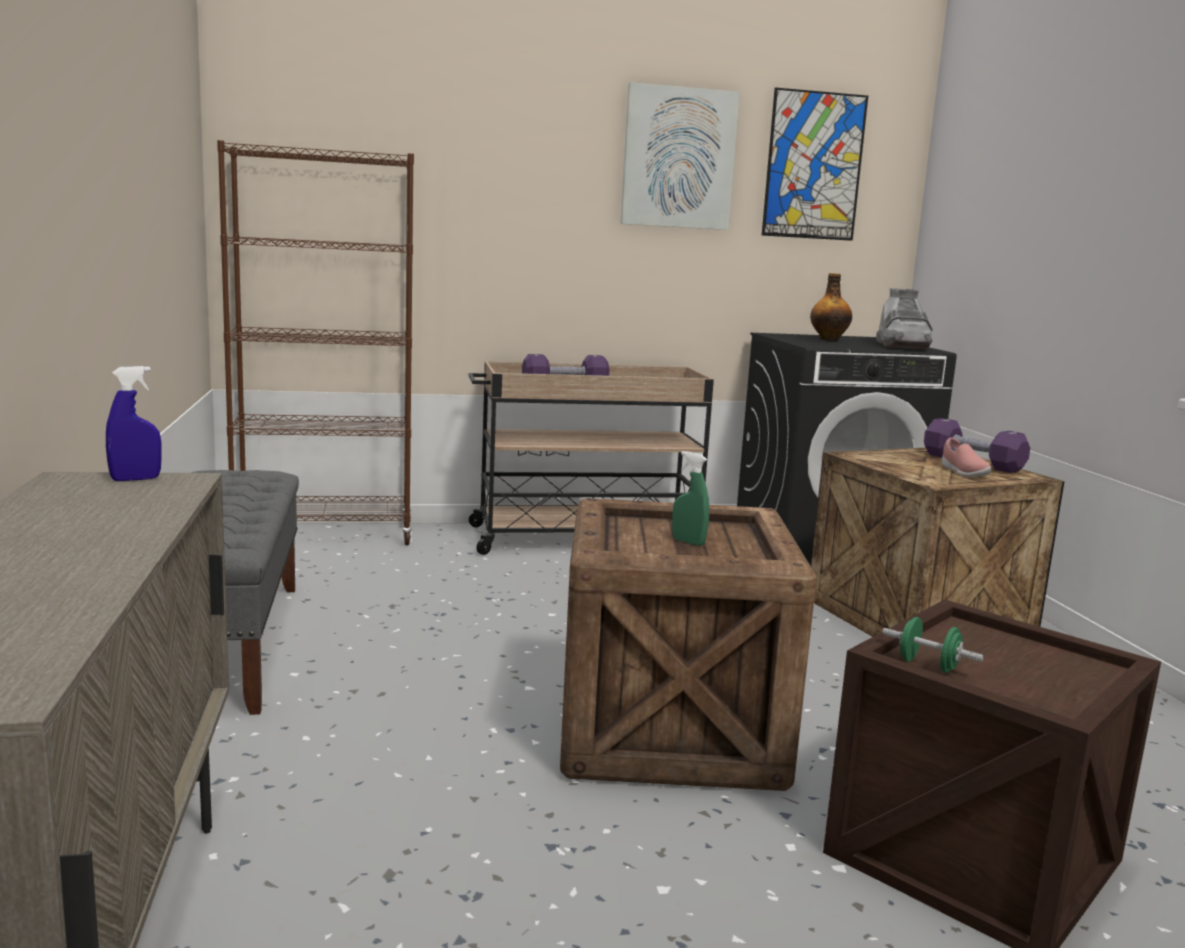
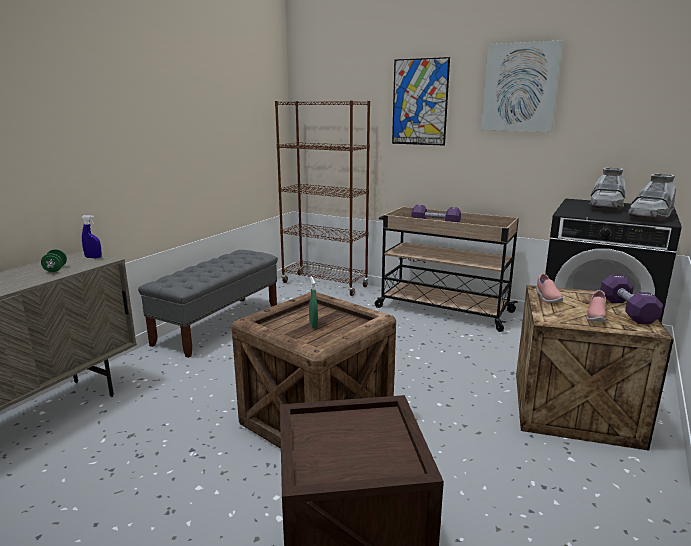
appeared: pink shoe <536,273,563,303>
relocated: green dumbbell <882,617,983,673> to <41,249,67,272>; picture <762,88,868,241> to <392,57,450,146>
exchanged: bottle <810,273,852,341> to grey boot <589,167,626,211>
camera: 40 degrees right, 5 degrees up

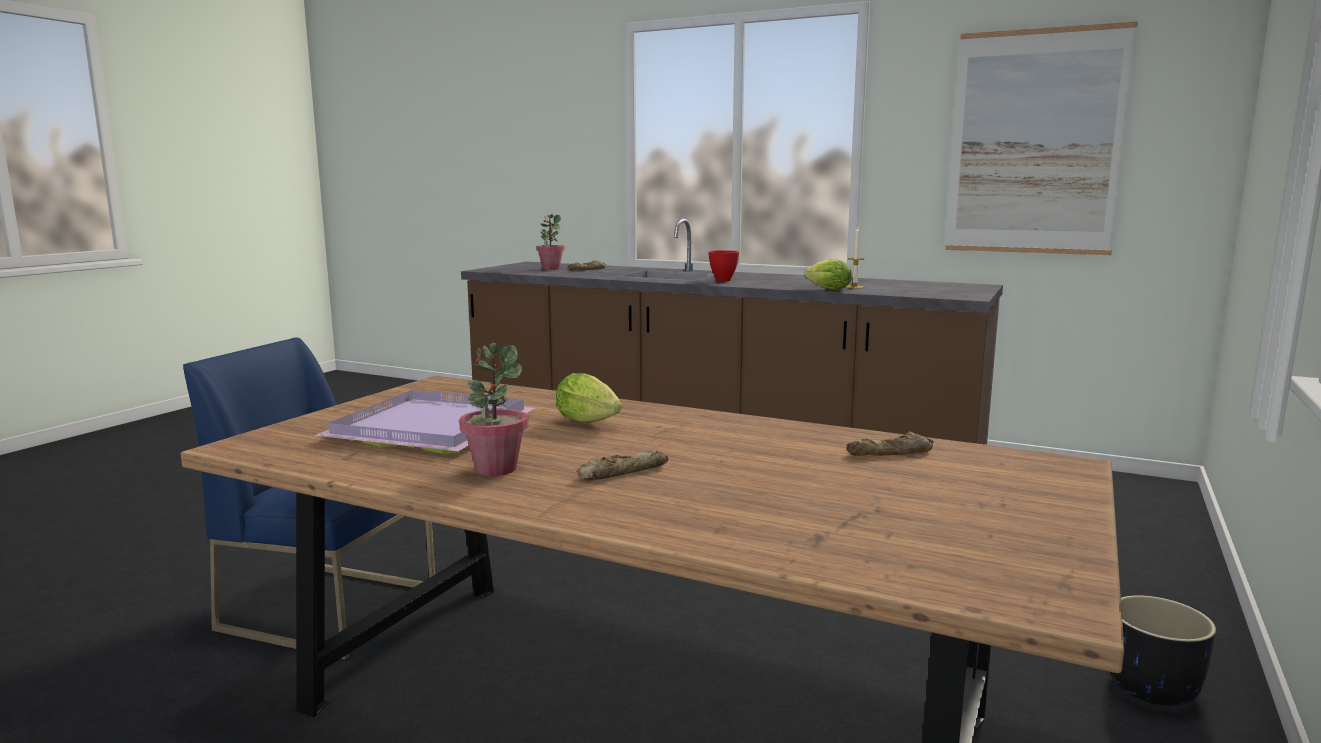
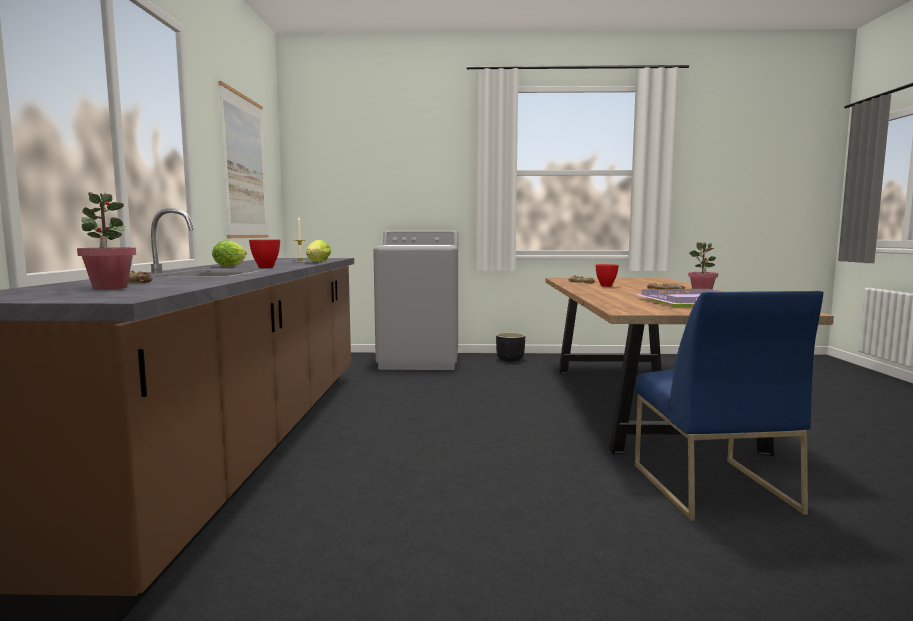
appeared: grey washing machine <373,230,458,370>; red bowl <595,264,619,287>
relocated: lettuce <556,373,622,423> to <212,240,247,267>
camera: 115 degrees left, 5 degrees down

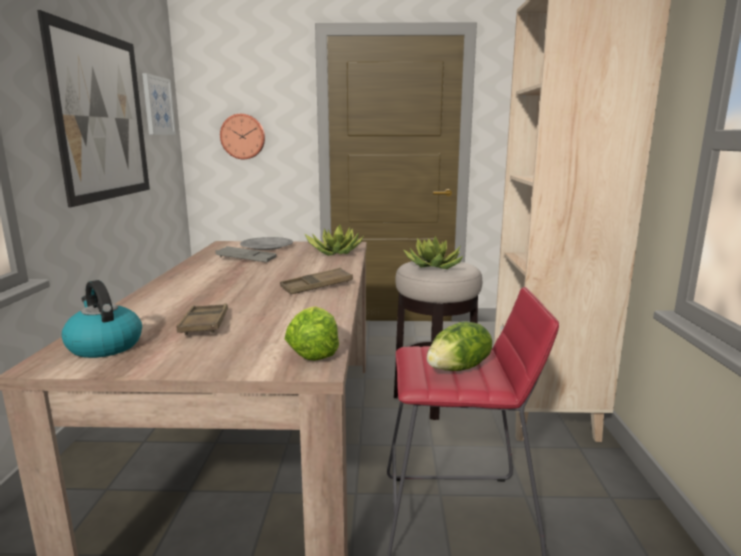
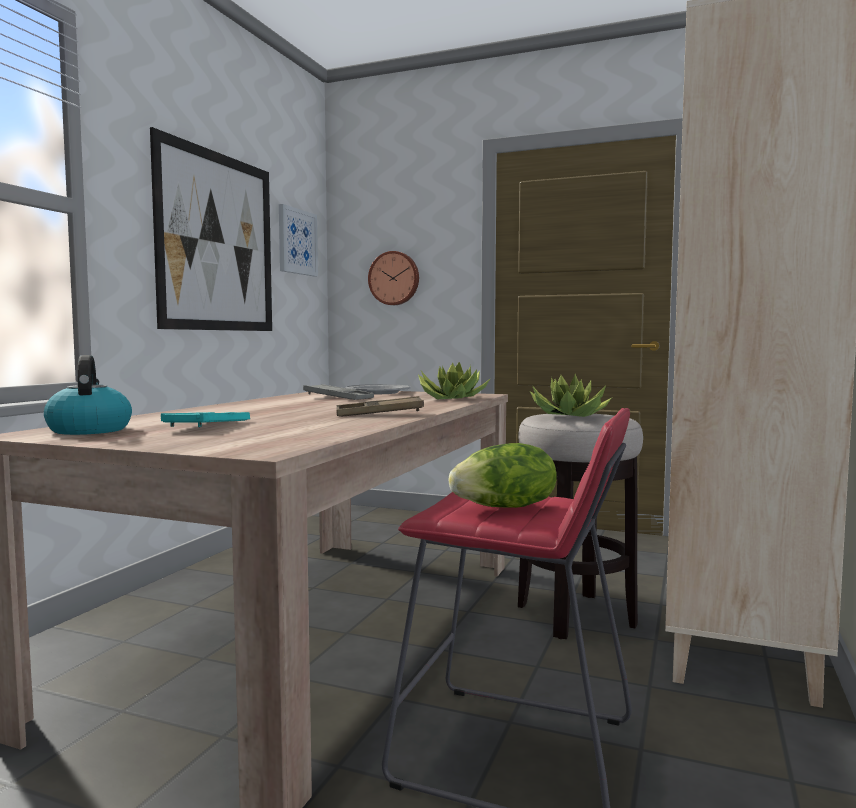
missing: lettuce <285,306,339,361>
colour: brown tray <176,303,228,335> to turquoise tray <161,412,250,427>
camera: 20 degrees right, 10 degrees down

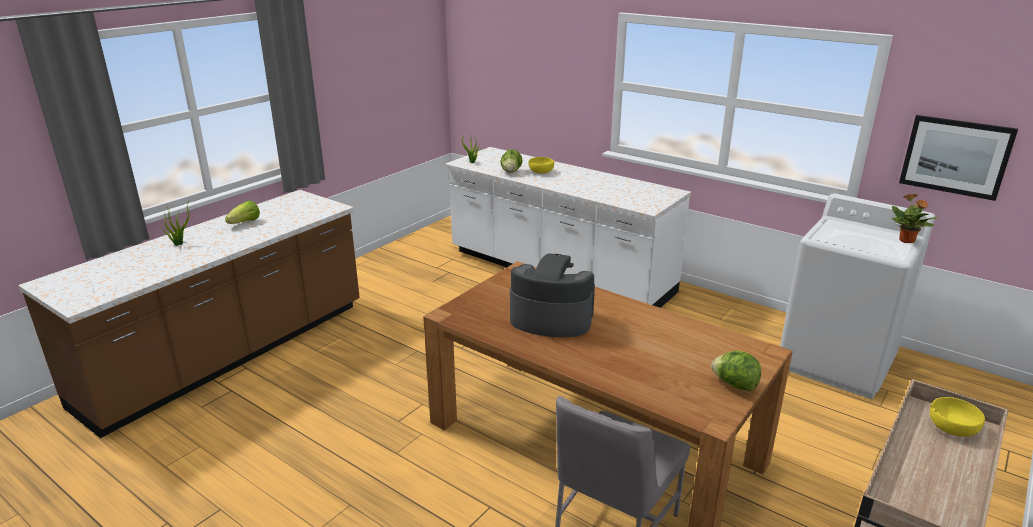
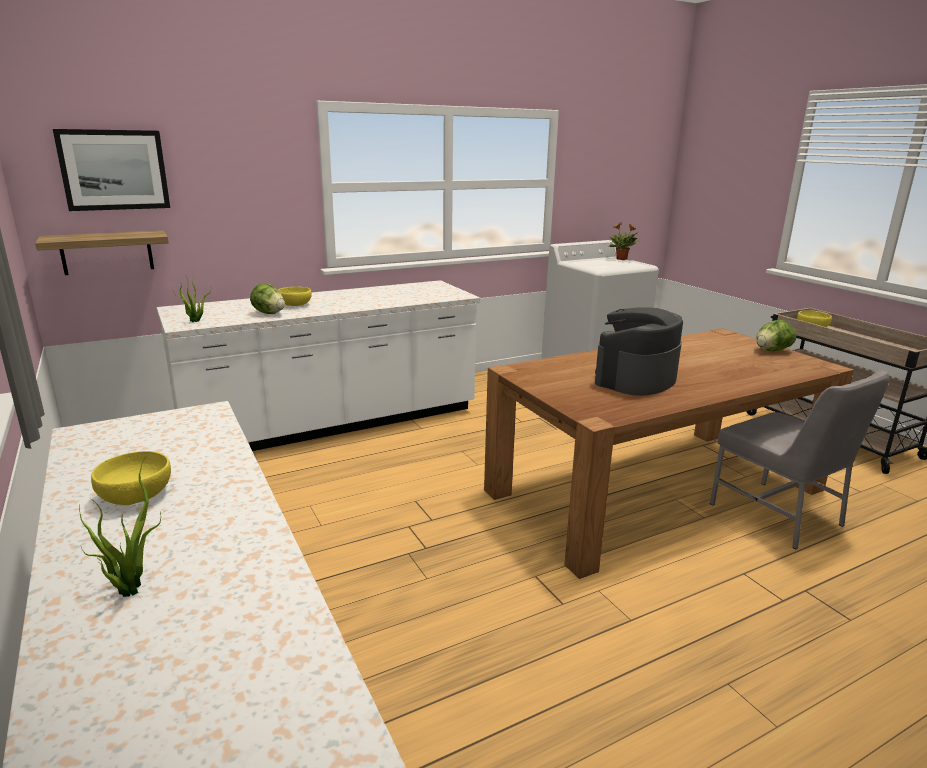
appeared: shelf <35,230,169,275>
relocated: picture <899,115,1018,201> to <53,129,170,211>
exchanged: lettuce <225,201,260,224> to yellow bowl <91,451,171,505>
camera: 65 degrees left, 5 degrees down

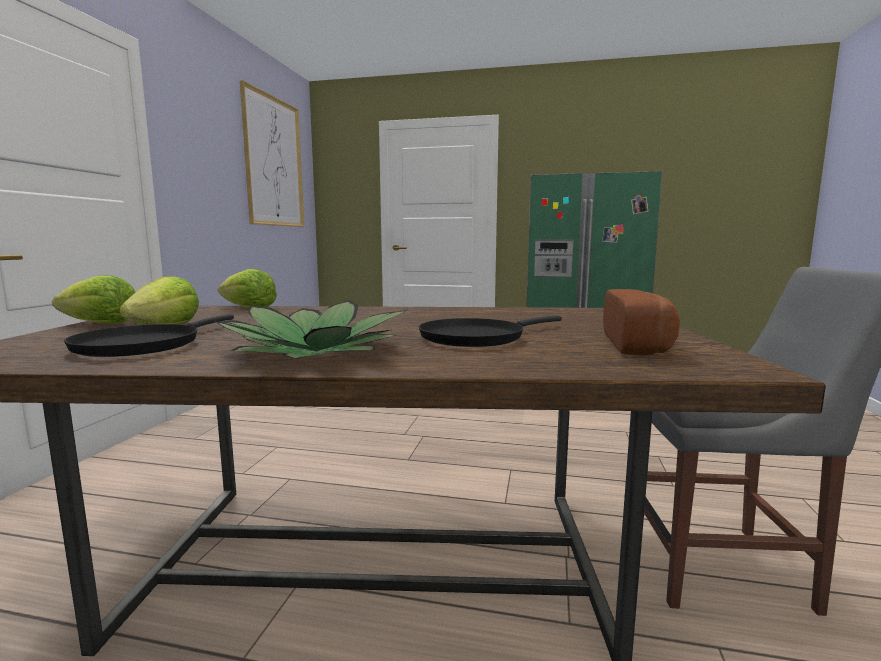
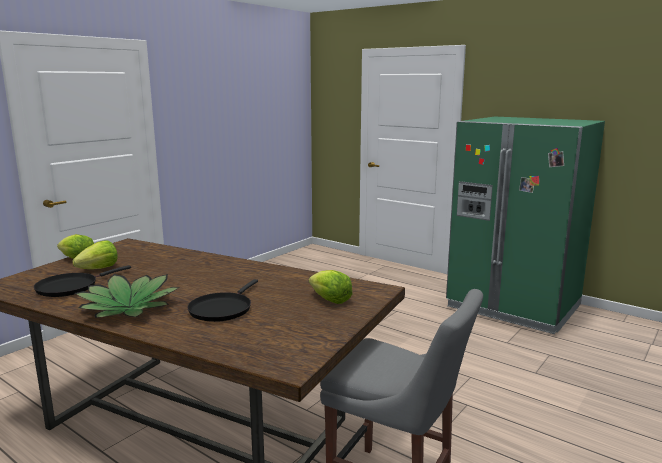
missing: picture <240,80,304,227>; bread <603,289,680,355>
relocated: lettuce <218,269,277,308> to <309,270,352,304>
spun: black frying pan <419,316,562,347> = <187,279,258,322> 60 degrees counterclockwise
camera: 25 degrees right, 5 degrees up

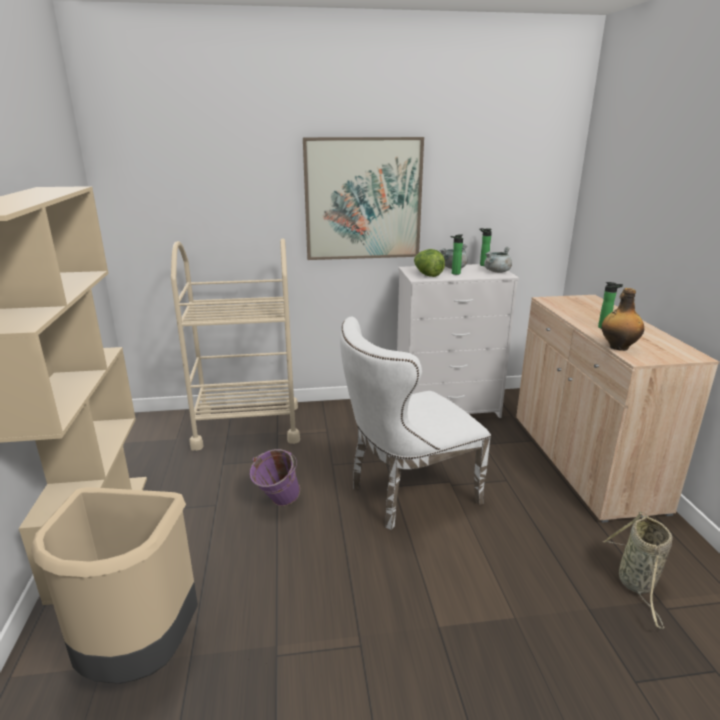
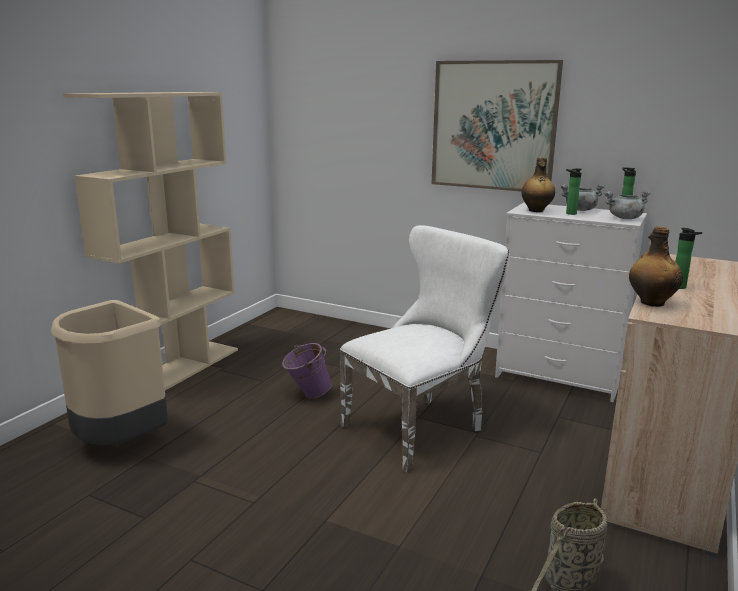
missing: beige cart <171,238,300,451>
exchanged: lettuce <414,249,445,277> to bottle <521,157,555,212>
spun: white chair <340,317,491,530> = <339,225,510,473> 135 degrees clockwise
camera: 35 degrees right, 5 degrees down

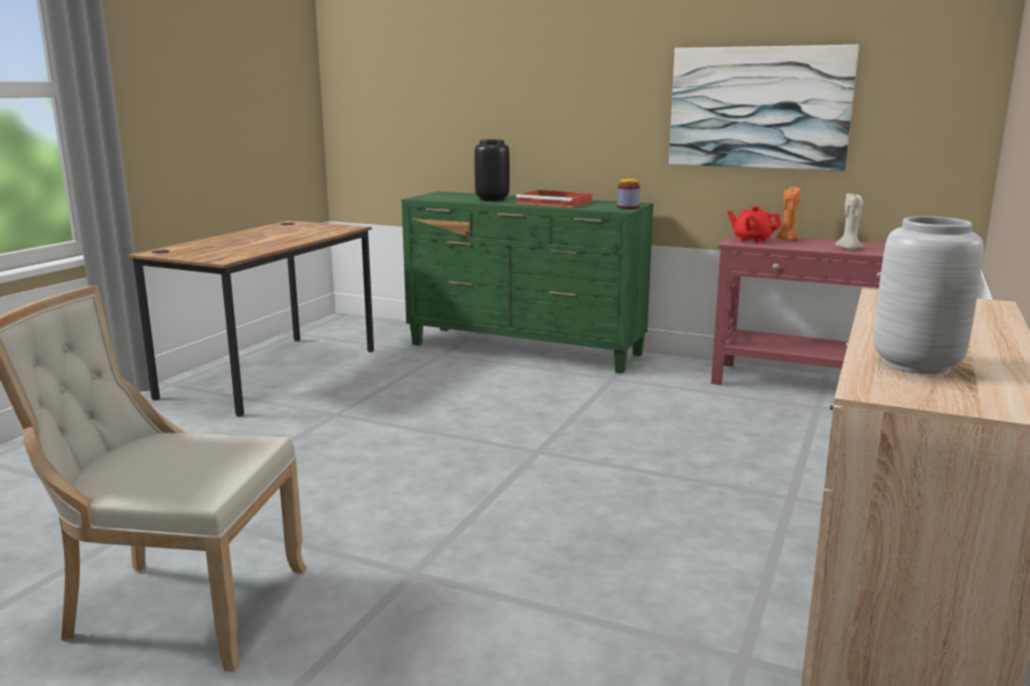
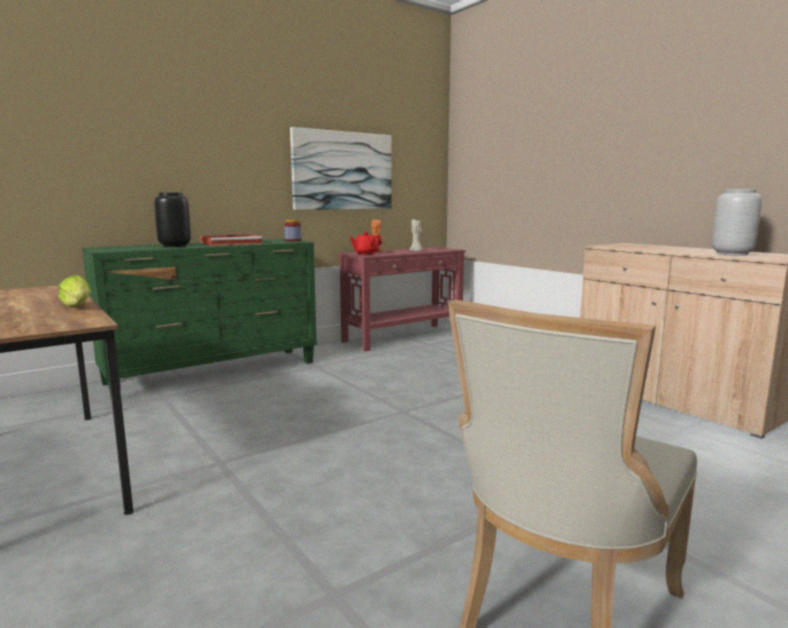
appeared: lettuce <58,275,91,307>
camera: 60 degrees left, 5 degrees down

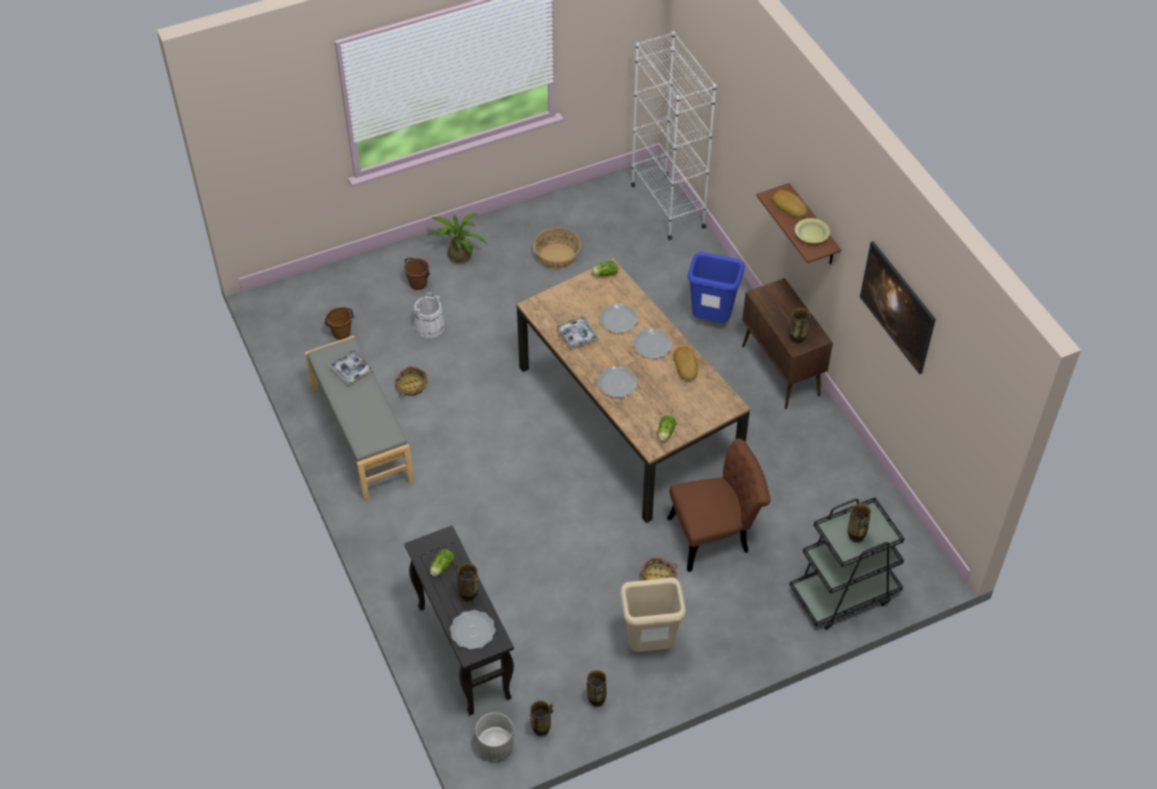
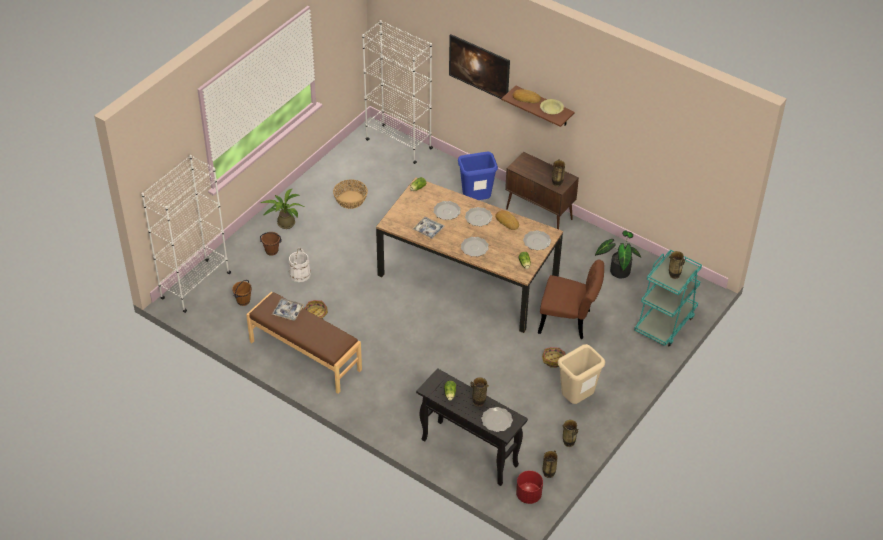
appeared: white bookcase <141,155,231,313>; plate <523,230,551,250>; potted plant <595,230,641,278>
relocated: picture <860,241,936,374> to <449,34,510,99>
colour: grey bench <305,336,414,500> to brown bench <246,292,362,394>; grey planter <476,713,514,760> to red planter <516,471,543,504>; black cart <790,497,904,629> to turquoise cart <634,250,702,347>
spun: brown chair <667,438,770,572> = <538,260,604,339> 60 degrees clockwise
camera: 30 degrees left, 5 degrees down

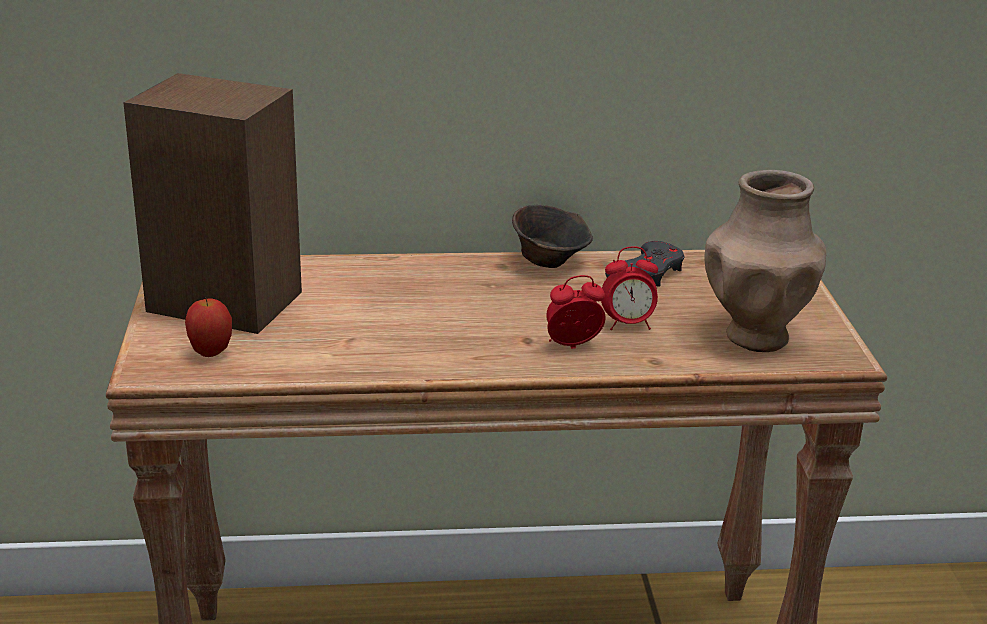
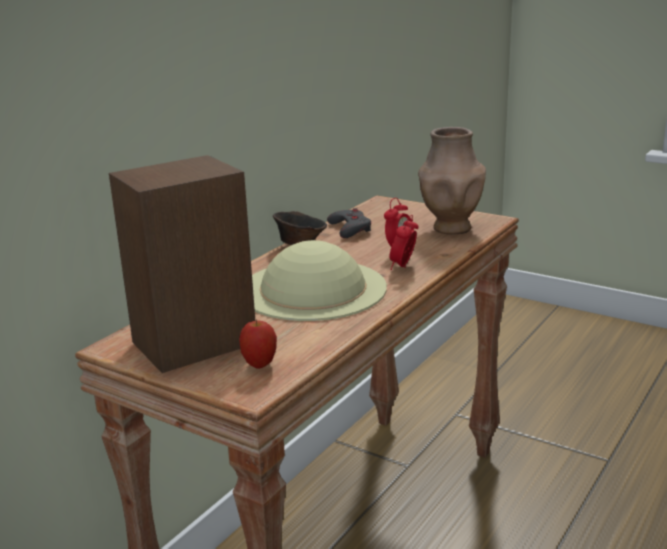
appeared: beige hat <252,240,387,321>
camera: 50 degrees left, 5 degrees down

